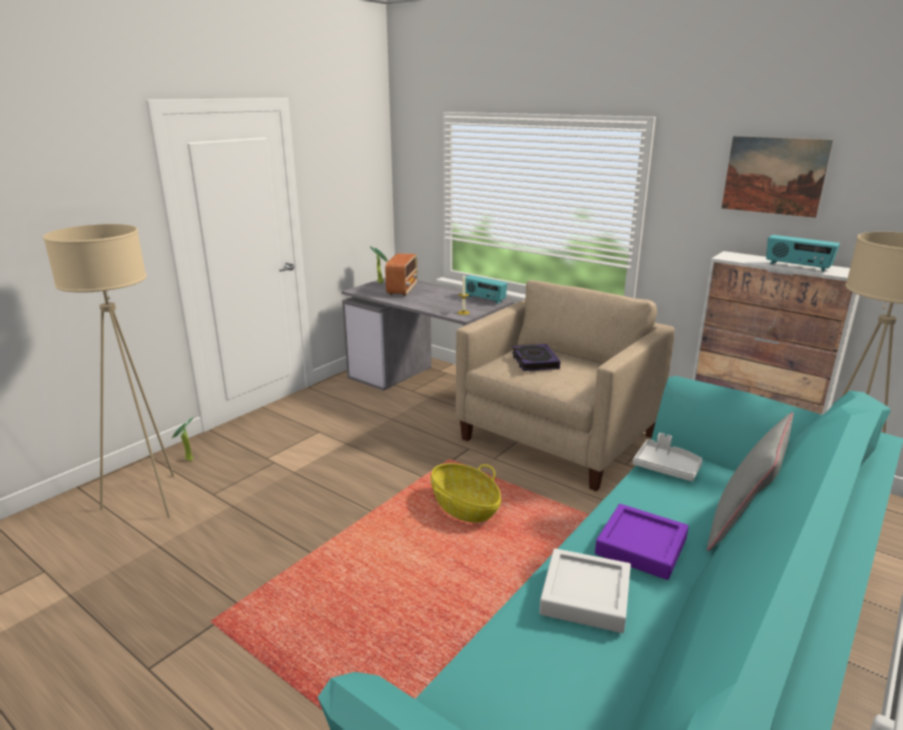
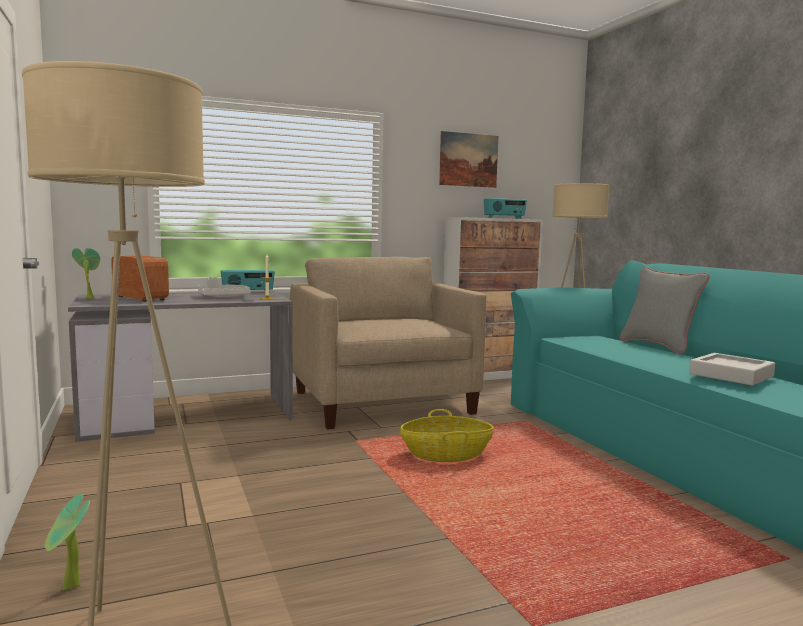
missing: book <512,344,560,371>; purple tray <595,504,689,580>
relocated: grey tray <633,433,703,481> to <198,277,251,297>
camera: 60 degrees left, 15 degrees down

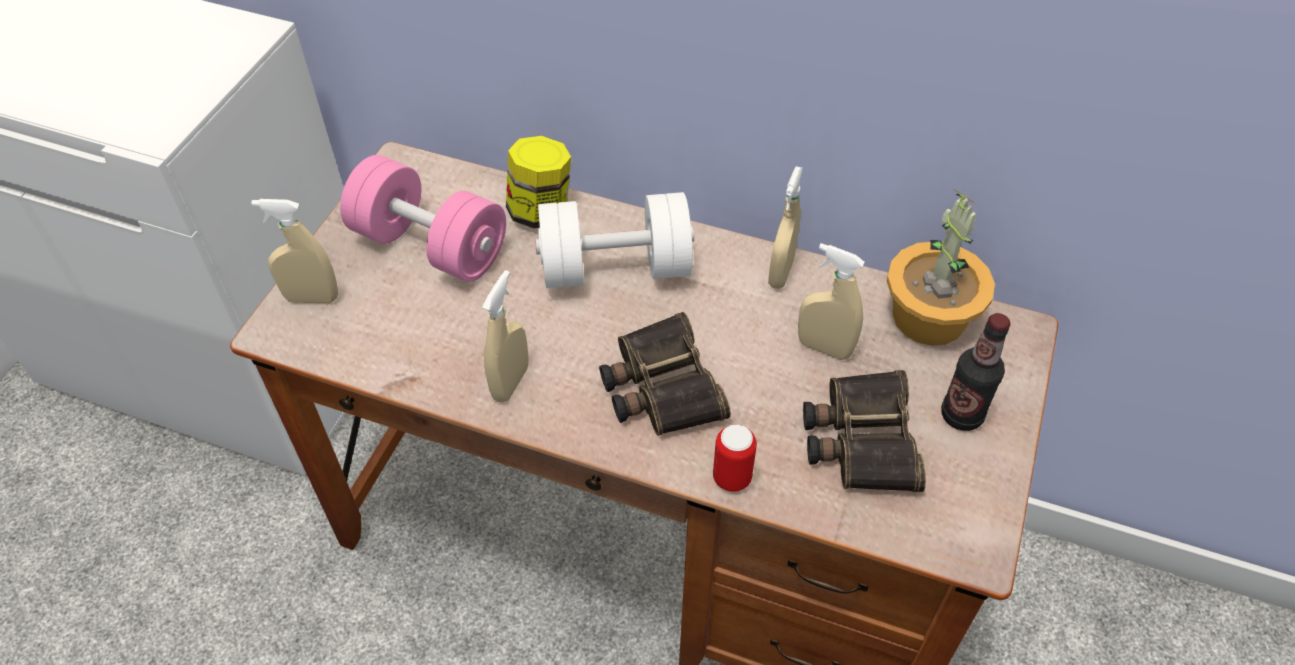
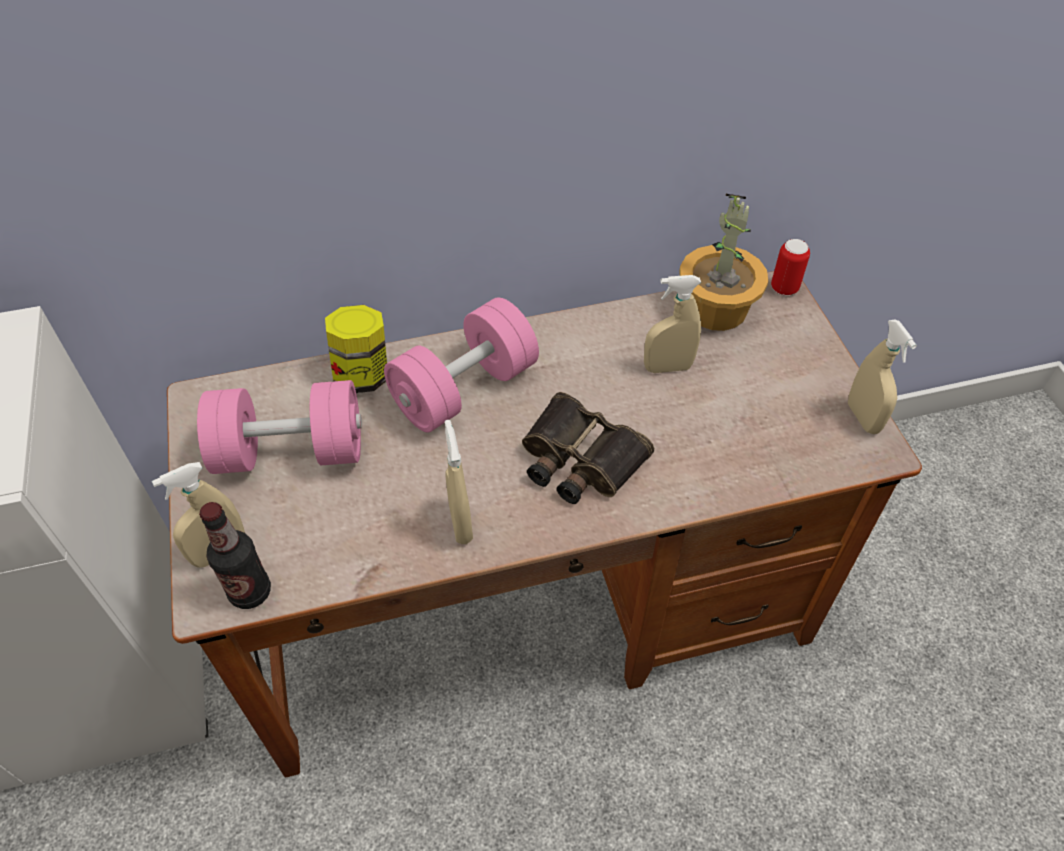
missing: binoculars <803,370,926,492>
relocated: bottle <941,313,1010,431> to <199,502,271,609>; can <713,424,757,492> to <771,239,810,296>; beige spray bottle <768,166,803,289> to <848,319,917,434>
colour: white dumbbell <535,192,694,288> to pink dumbbell <384,298,539,432>
camera: 35 degrees left, 0 degrees up

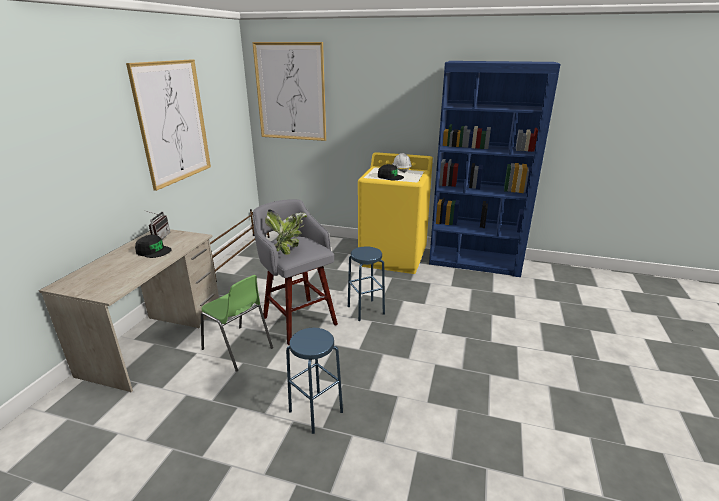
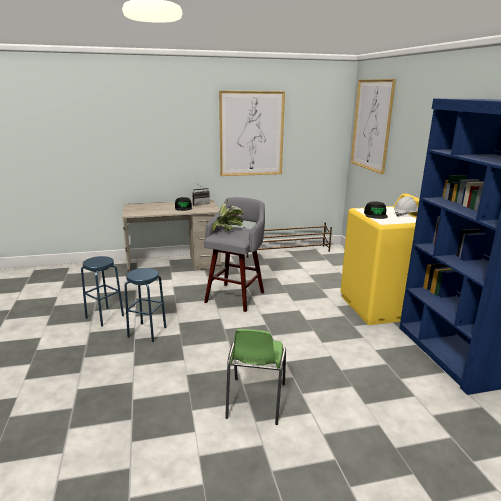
relocated: blue stool <348,247,385,321> to <81,256,124,327>; green chair <201,275,273,372> to <225,329,286,425>
camera: 60 degrees right, 5 degrees down

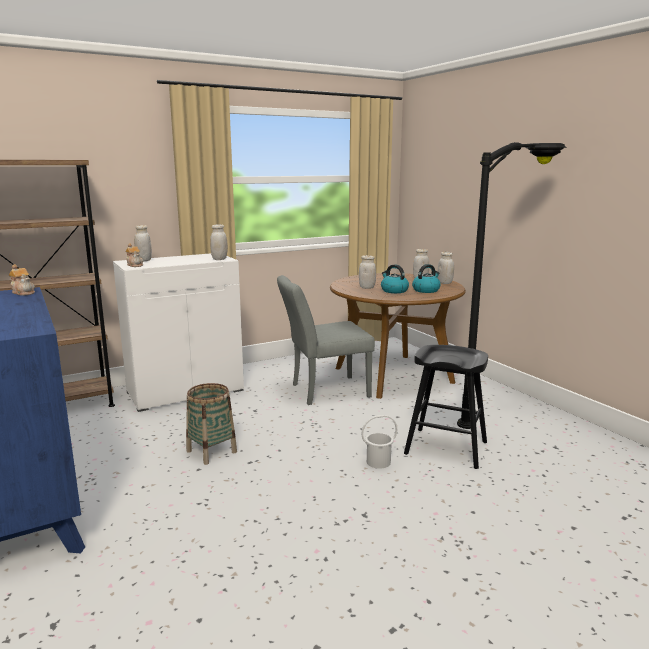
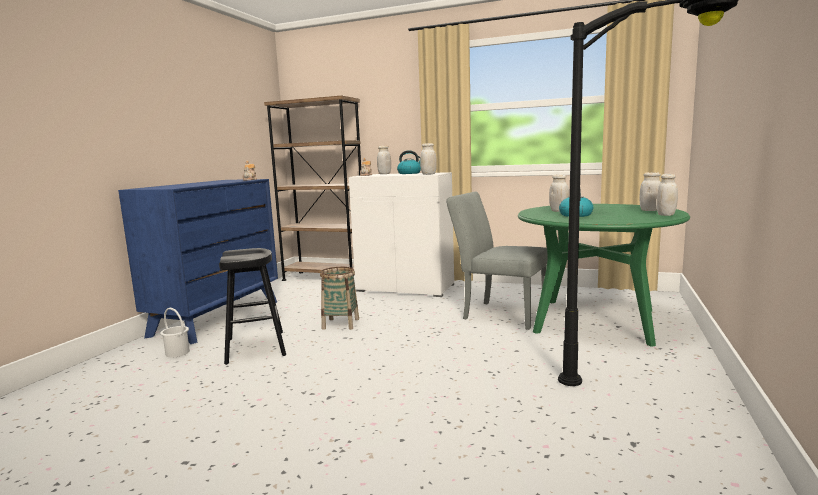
relocated: white bucket <361,415,397,469> to <160,308,190,358>; black stool <404,345,488,469> to <219,248,286,365>; kettle <412,264,441,293> to <397,150,421,174>
colour: brown dining table <330,273,466,399> to green dining table <518,204,690,347>
camera: 50 degrees right, 5 degrees down

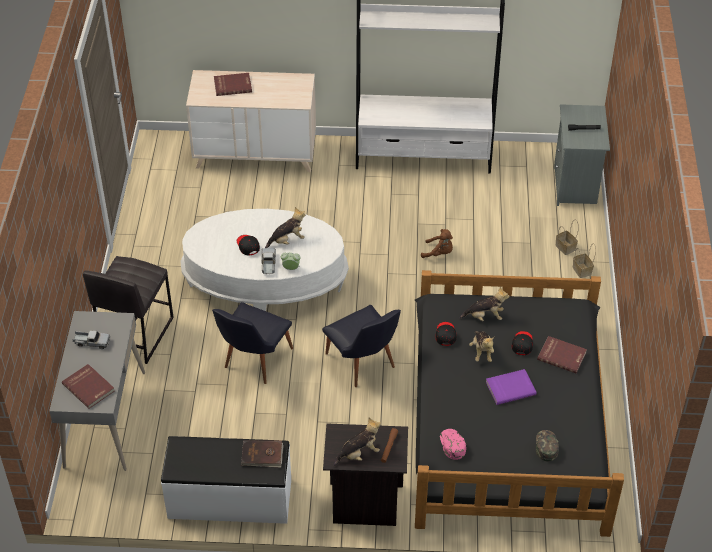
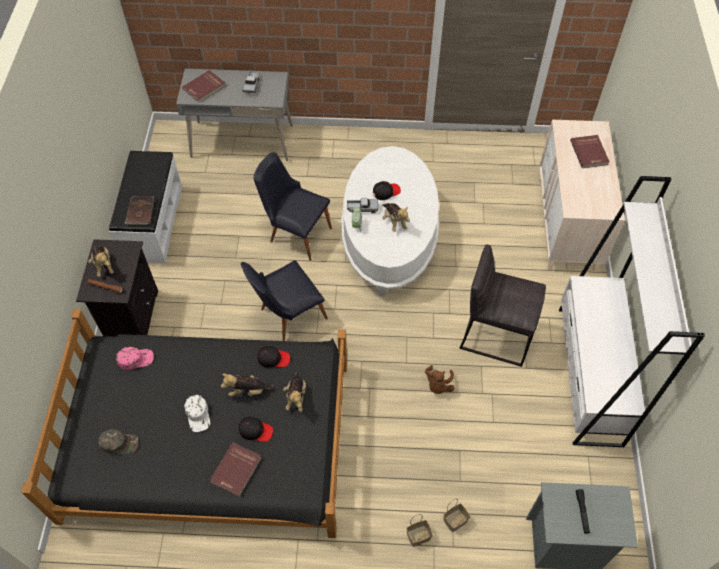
relocated: grey stool <83,256,174,364> to <459,244,546,367>
exchanged: purple book <486,369,537,405> to white cap <184,395,210,432>
camera: 90 degrees right, 10 degrees up

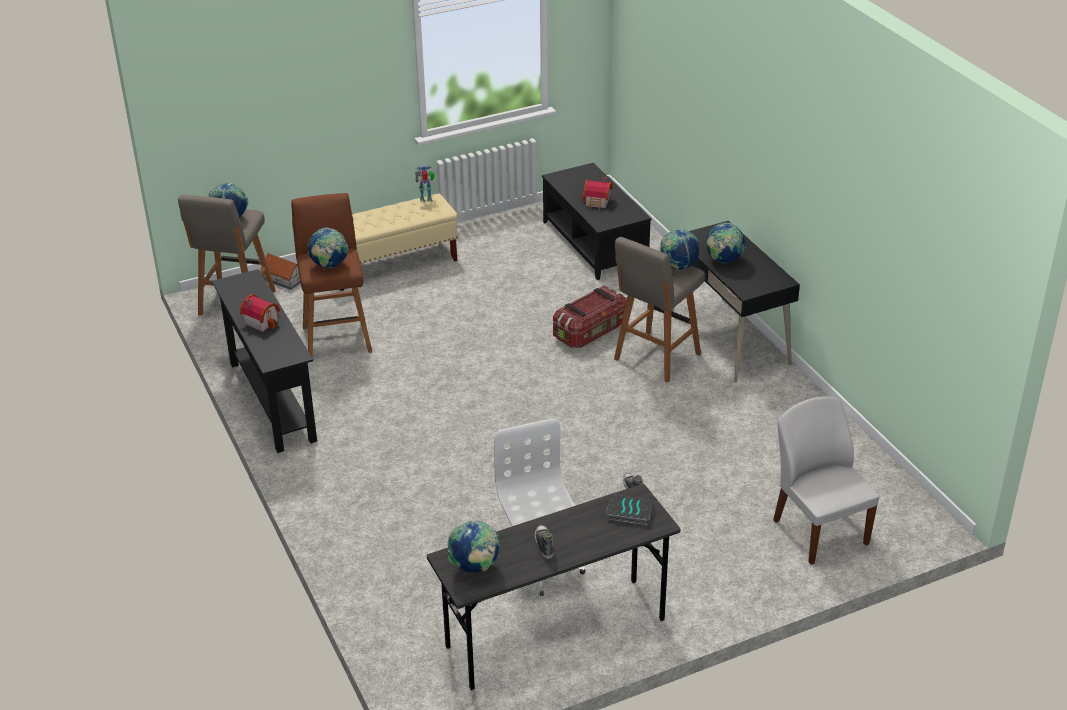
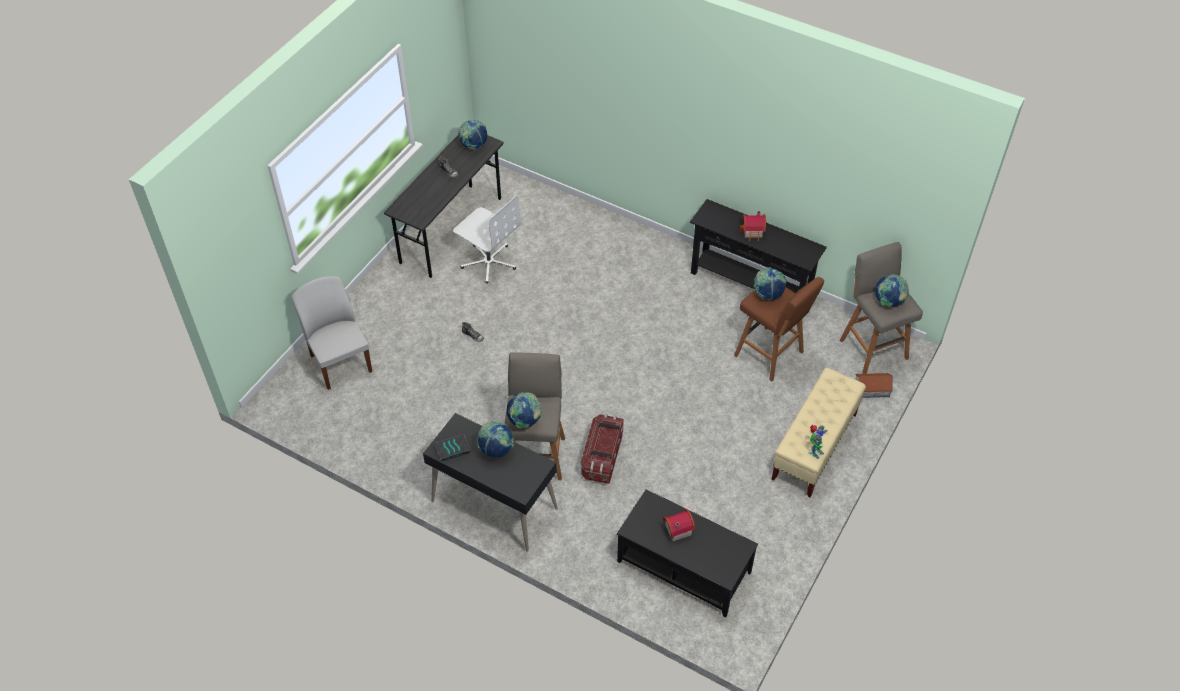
relocated: book <605,494,653,525> to <435,434,470,462>
spun: white chair <773,396,880,565> = <292,276,372,390> 150 degrees counterclockwise
camera: 145 degrees right, 15 degrees up

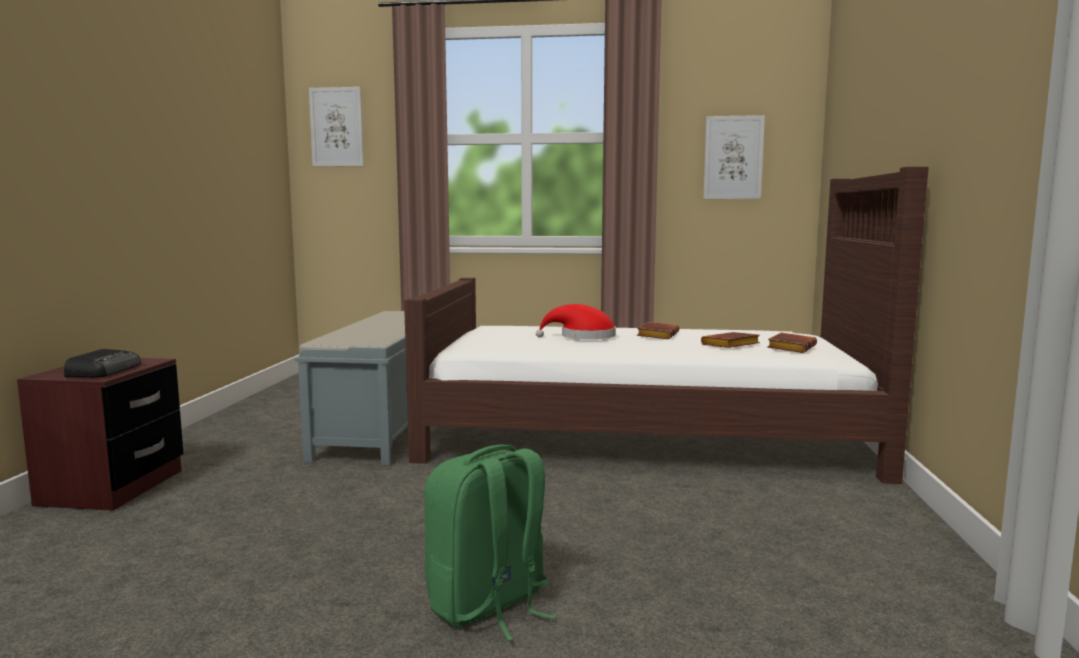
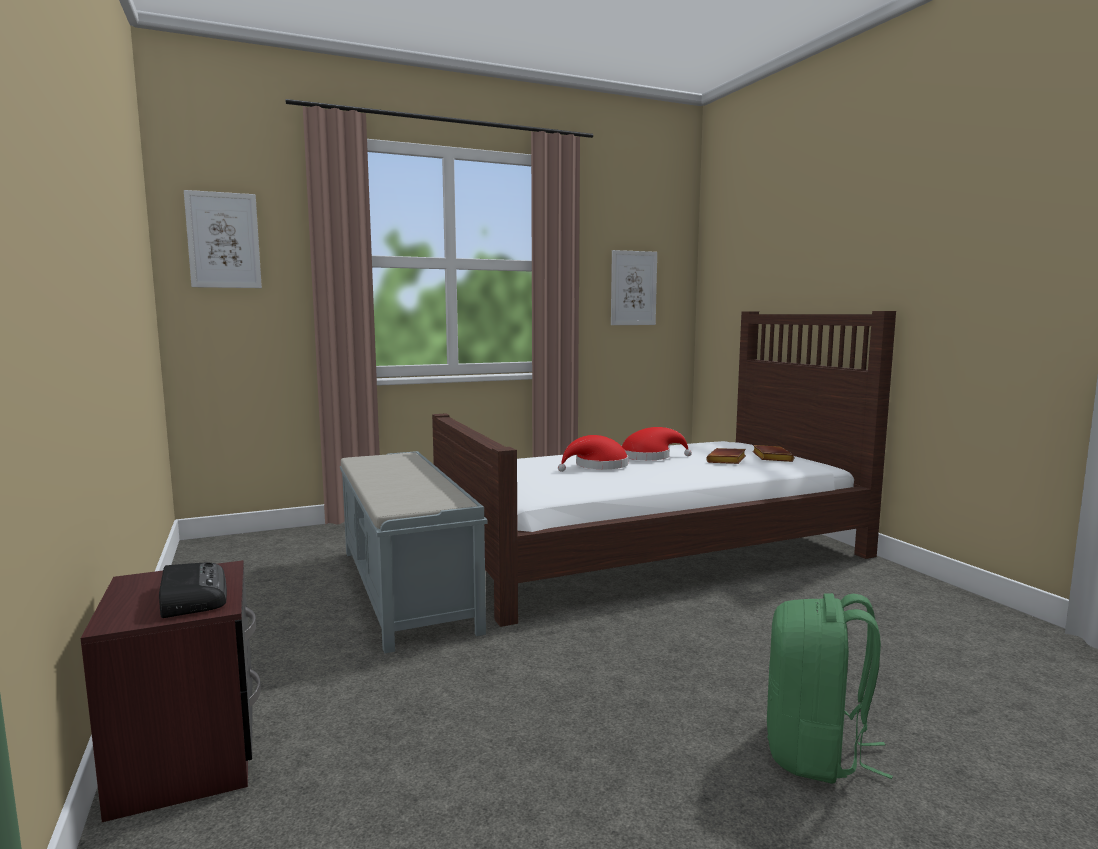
exchanged: brown book <637,322,679,339> to red hat <622,427,692,460>
camera: 30 degrees left, 0 degrees up

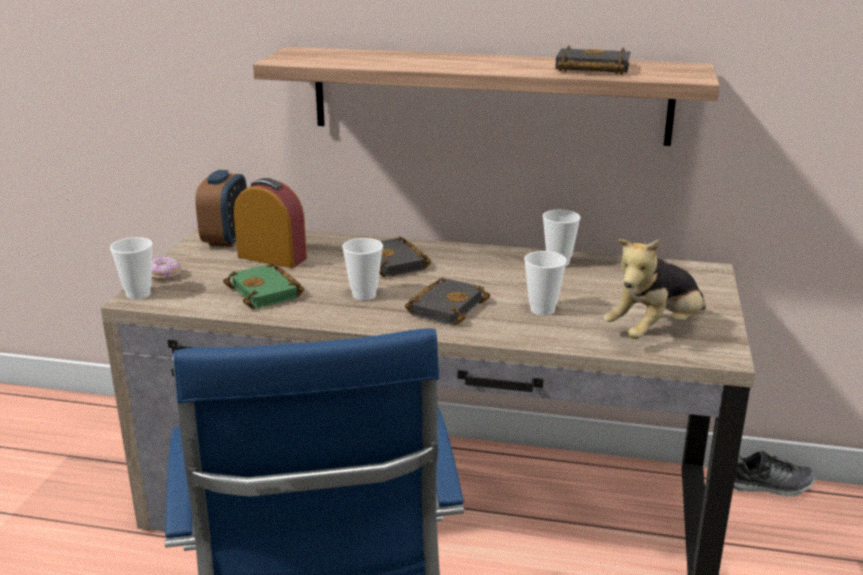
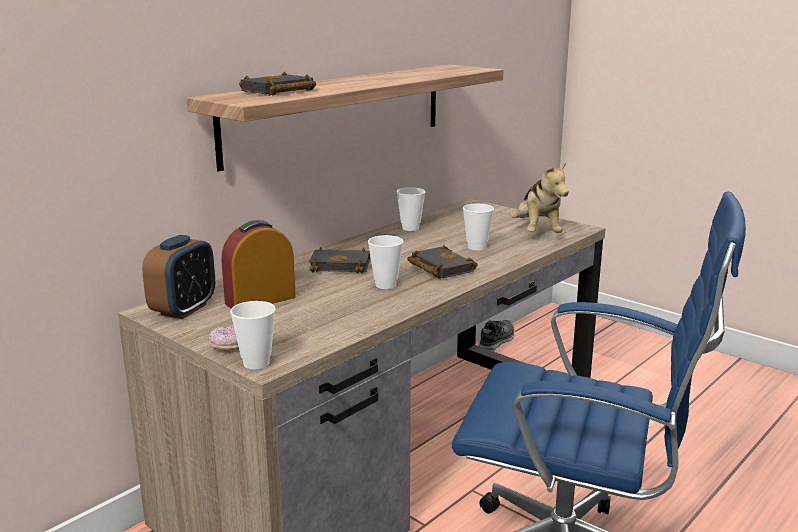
missing: green book <223,263,304,309>
relocated: black book <555,46,631,74> to <239,71,316,96>
spun: alarm clock <195,170,247,247> = <142,235,215,319> 75 degrees clockwise
camera: 60 degrees left, 5 degrees down

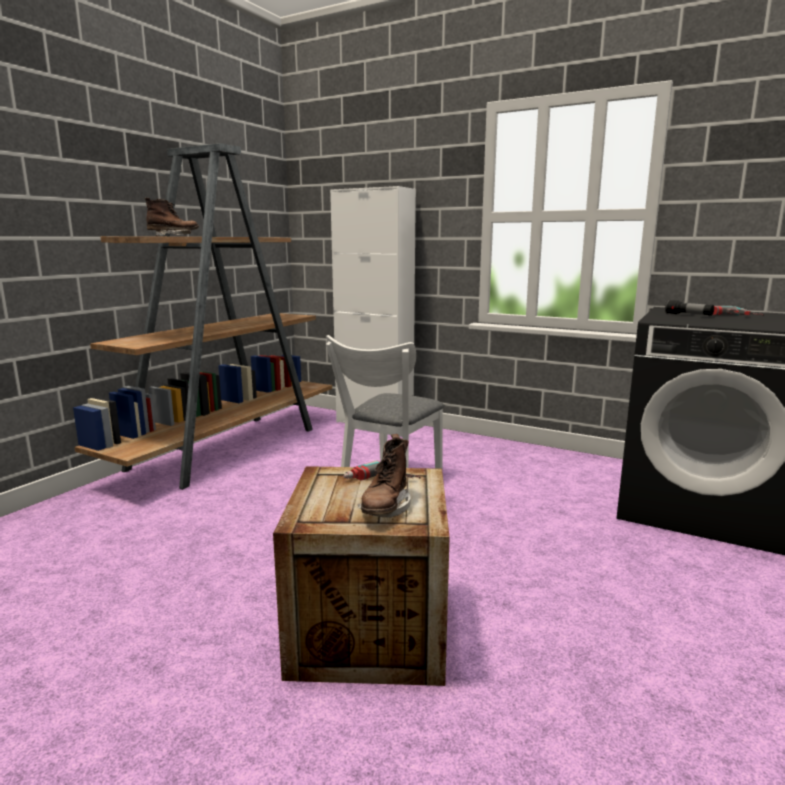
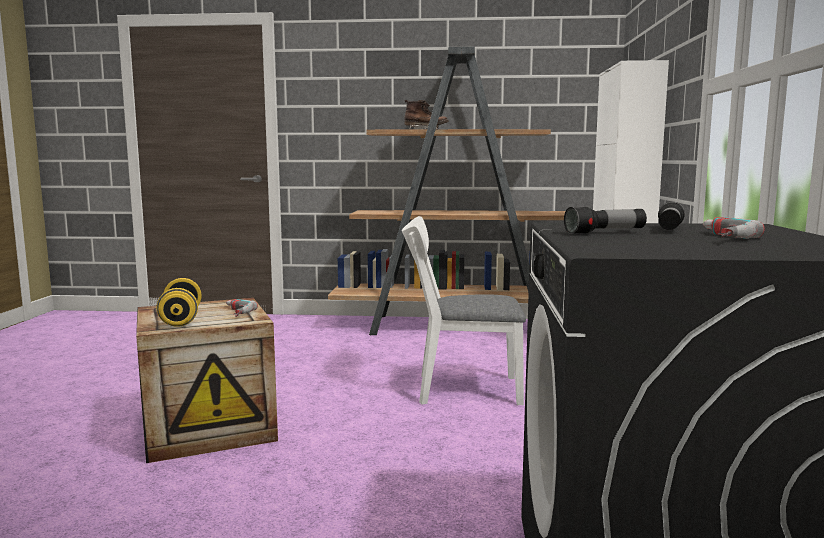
appeared: flashlight <564,207,647,234>
exchanged: brown boot <358,434,411,518> to yellow dumbbell <157,278,202,327>
camera: 65 degrees right, 5 degrees down

